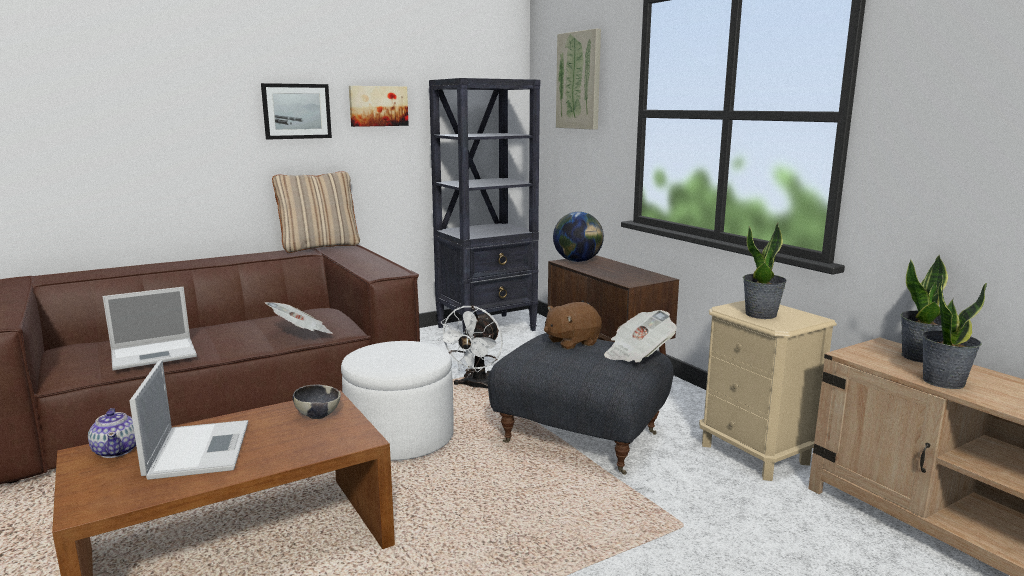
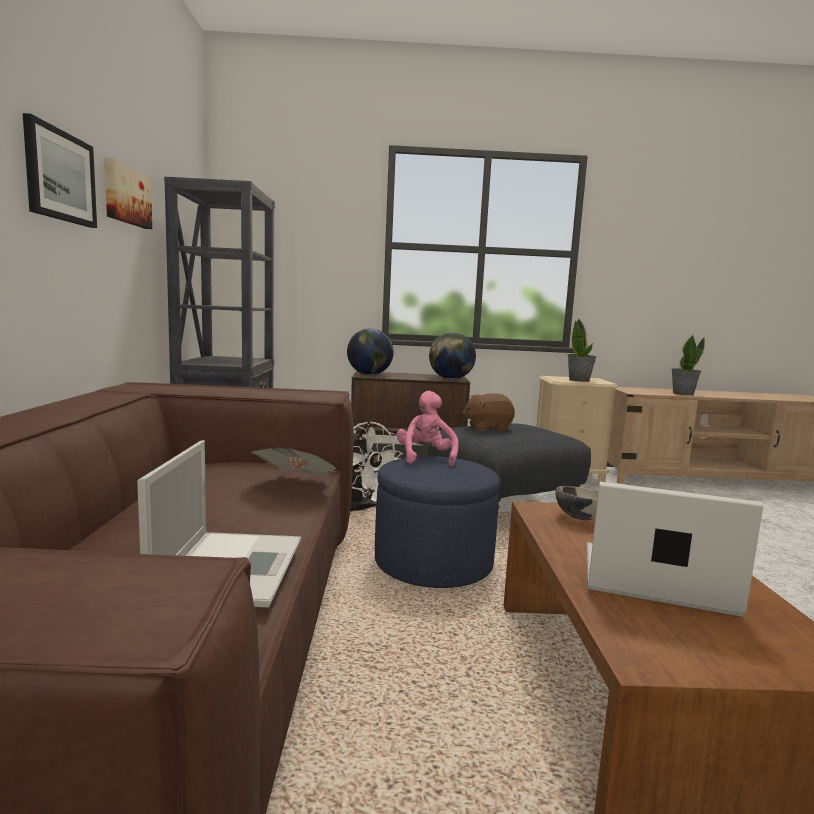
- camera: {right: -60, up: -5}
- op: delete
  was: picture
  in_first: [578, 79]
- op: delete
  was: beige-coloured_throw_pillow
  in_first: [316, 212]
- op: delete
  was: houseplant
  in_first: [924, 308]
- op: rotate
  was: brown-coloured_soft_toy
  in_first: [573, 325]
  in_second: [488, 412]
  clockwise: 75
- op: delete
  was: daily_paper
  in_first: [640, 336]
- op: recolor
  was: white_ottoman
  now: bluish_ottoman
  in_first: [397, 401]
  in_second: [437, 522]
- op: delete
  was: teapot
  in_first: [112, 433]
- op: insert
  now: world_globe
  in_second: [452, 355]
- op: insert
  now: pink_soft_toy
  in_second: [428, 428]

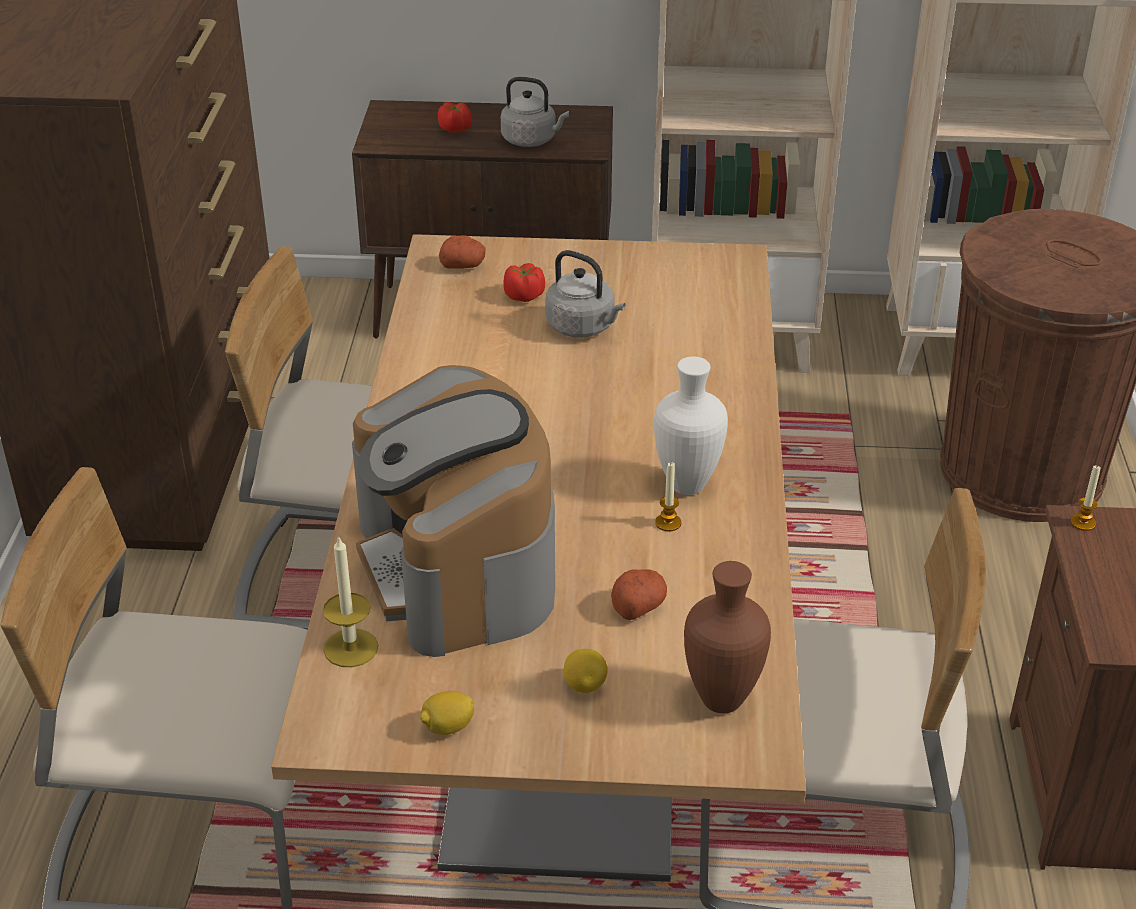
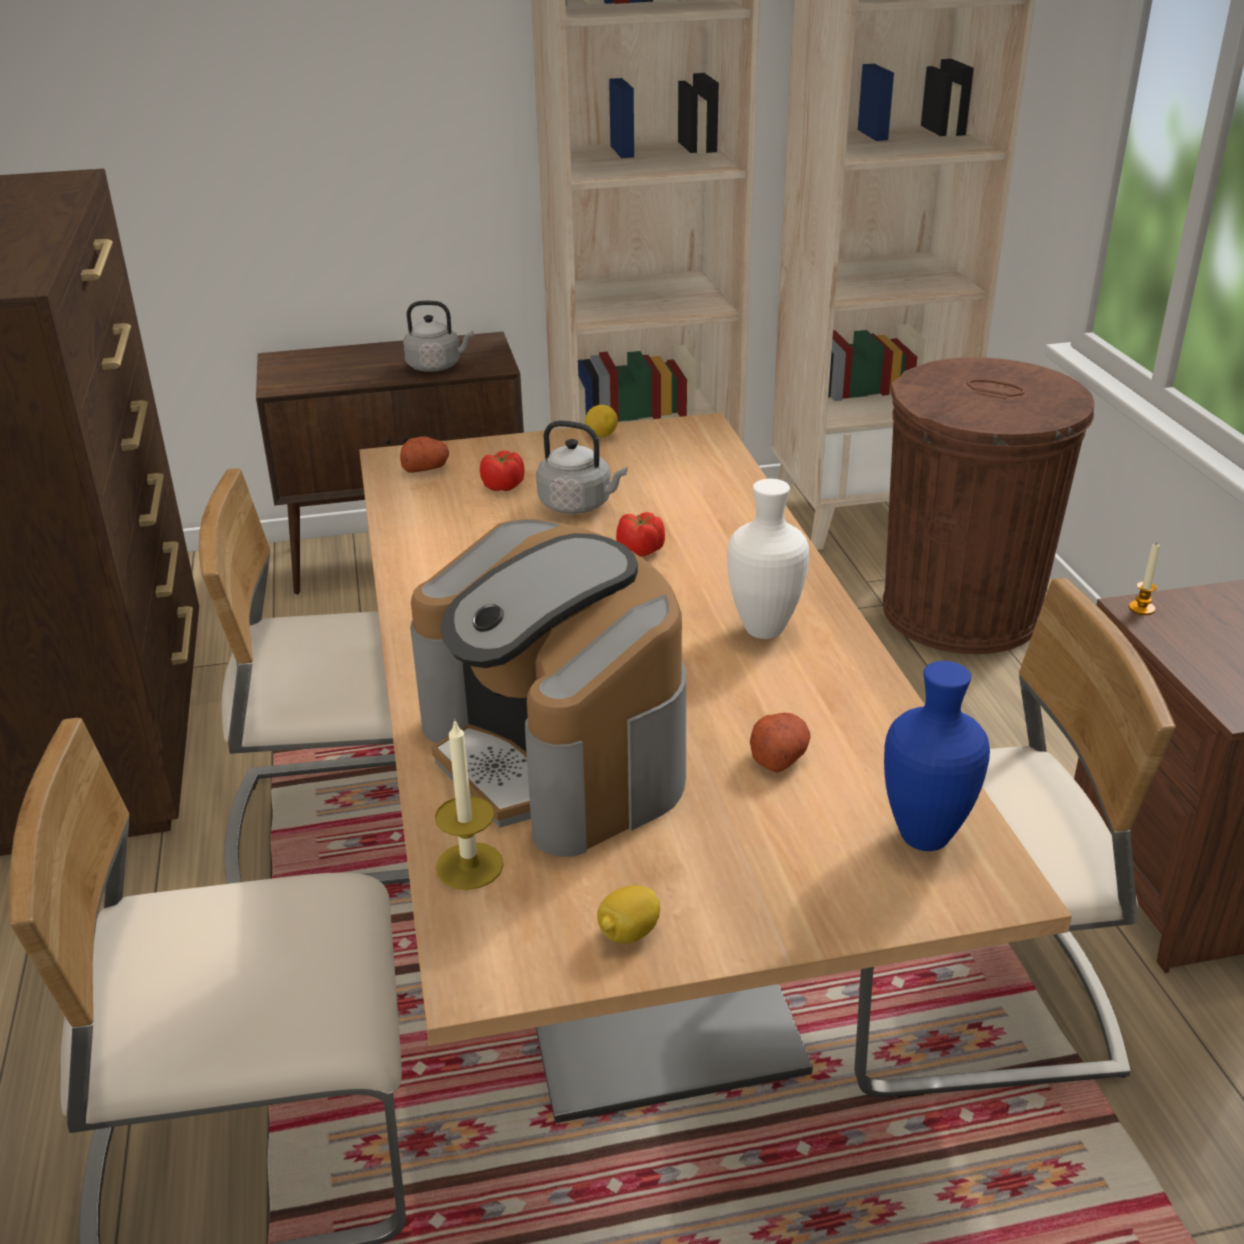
- camera: {right: -15, up: -5}
- op: move
  was: fresh_tomato
  in_first: [455, 117]
  in_second: [640, 534]
- op: delete
  was: candle
  in_first: [668, 496]
- op: recolor
  was: brown-coloured_vase
  now: bluish_vase
  in_first: [727, 637]
  in_second: [937, 756]
- op: move
  was: whole_lemon
  in_first: [586, 671]
  in_second: [601, 421]

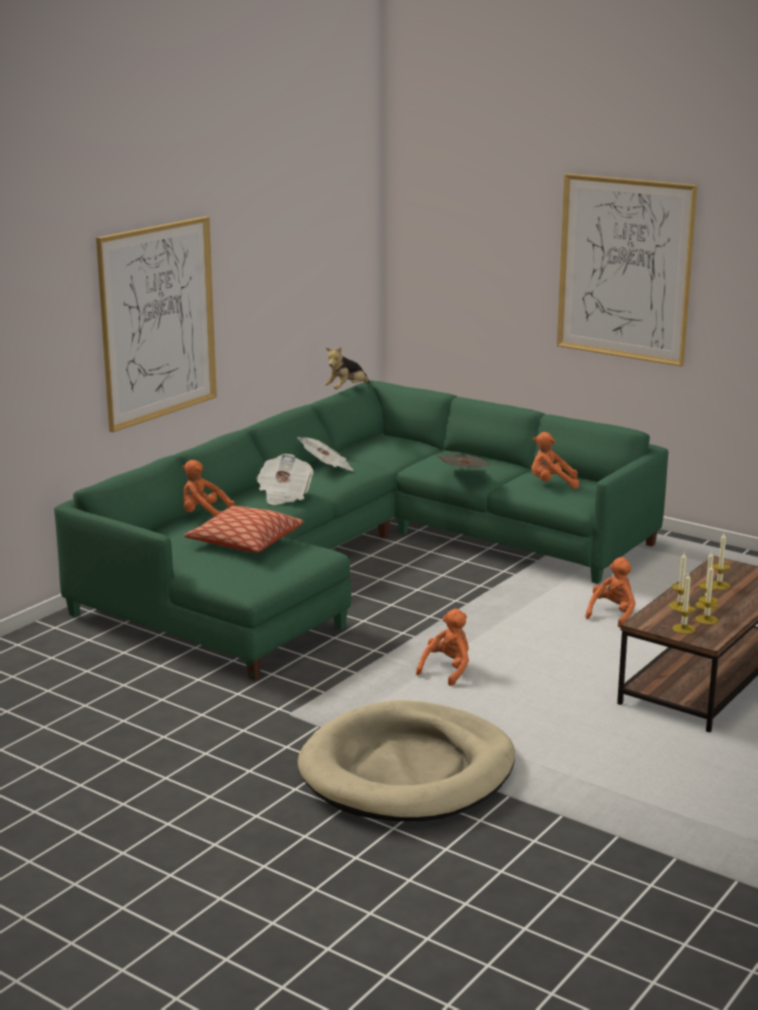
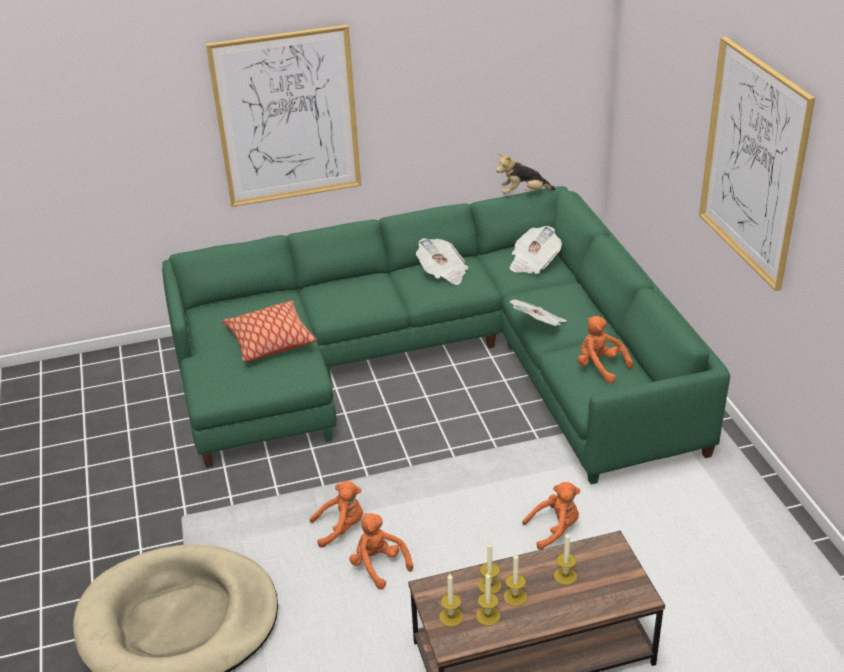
- camera: {right: 40, up: 15}
- op: move
  was: daily_paper
  in_first: [285, 479]
  in_second: [535, 250]
- op: move
  was: orangey_soft_toy
  in_first: [208, 488]
  in_second: [381, 551]

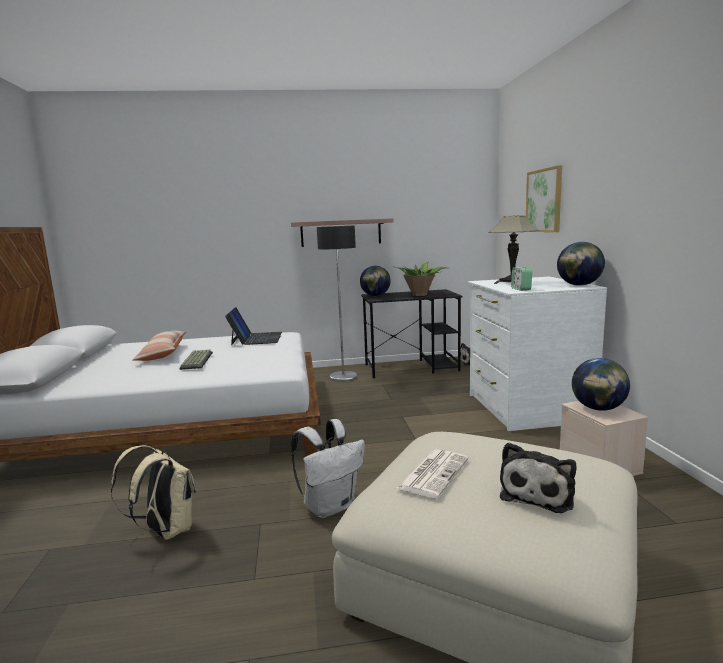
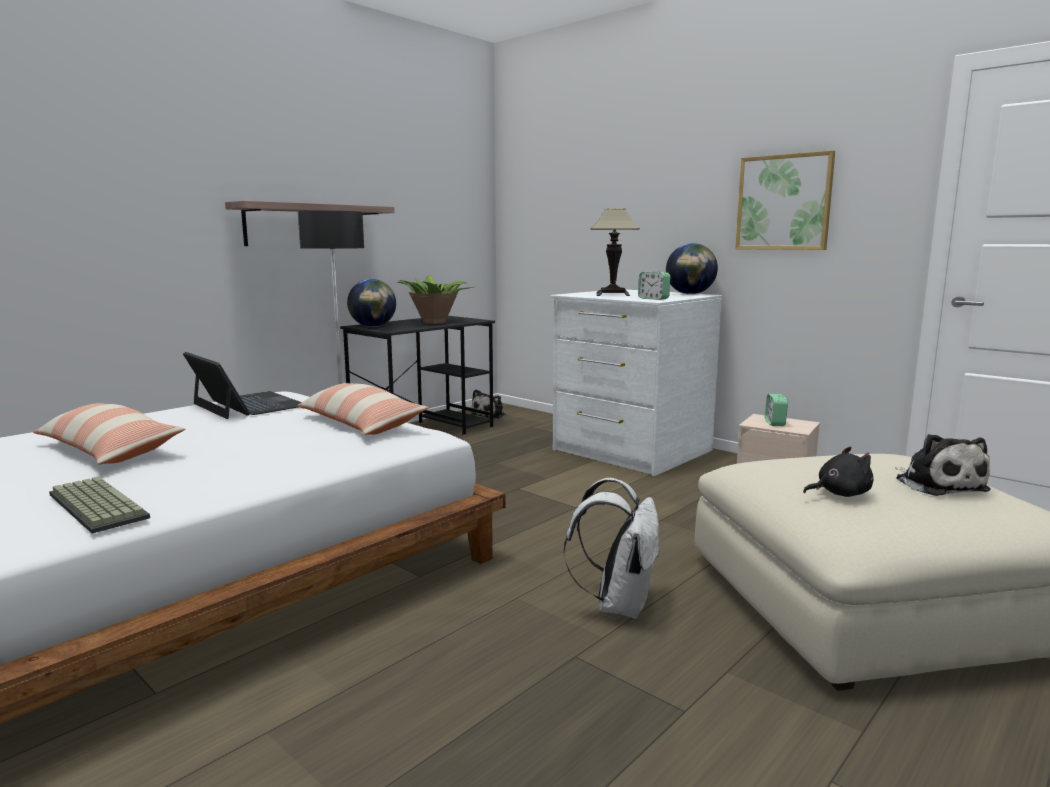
- camera: {right: -40, up: 0}
- op: move
  was: picture
  in_first: [544, 198]
  in_second: [785, 200]
- op: move
  was: keyboard
  in_first: [196, 360]
  in_second: [99, 505]
- op: replace
  was: world_globe
  now: bedside_clock
  in_first: [601, 384]
  in_second: [776, 410]
- op: delete
  was: beige-coloured_knapsack
  in_first: [153, 492]
- op: replace
  was: daily_paper
  now: blackish_soft_toy
  in_first: [432, 473]
  in_second: [838, 471]
- op: insert
  now: throw_pillow
  in_second: [363, 409]

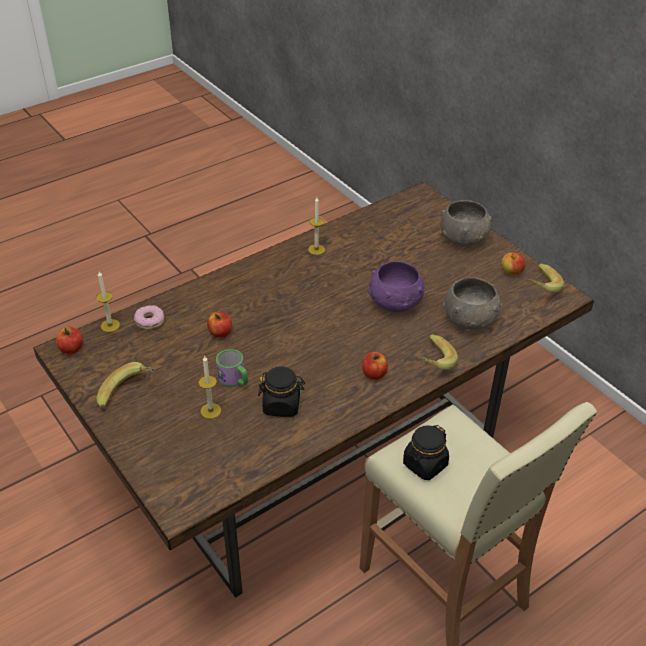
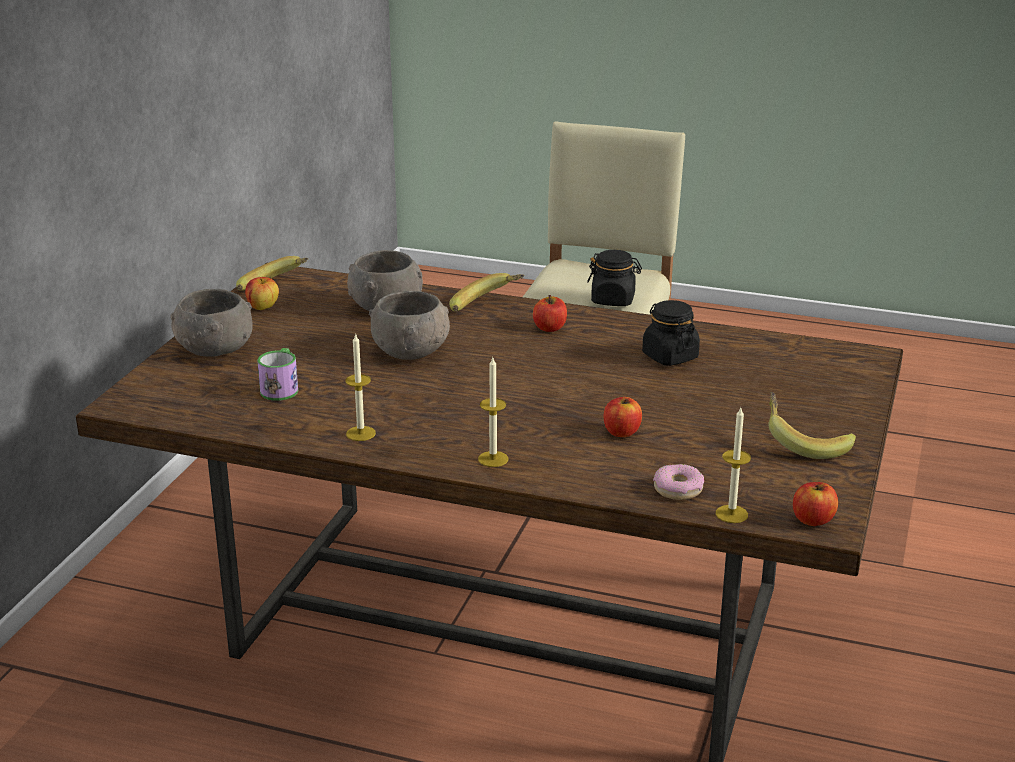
- camera: {right: -125, up: -15}
- op: recolor
  was: purple-coloured_bowl
  now: gray_bowl
  in_first: [396, 286]
  in_second: [409, 325]
- op: move
  was: mug
  in_first: [232, 368]
  in_second: [277, 374]
- op: move
  was: candle
  in_first: [209, 387]
  in_second: [493, 412]

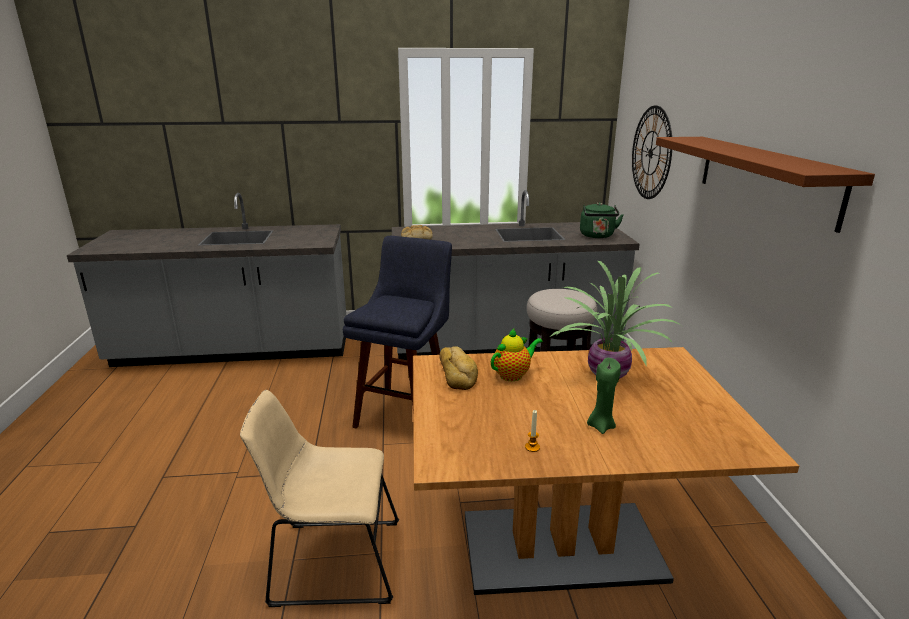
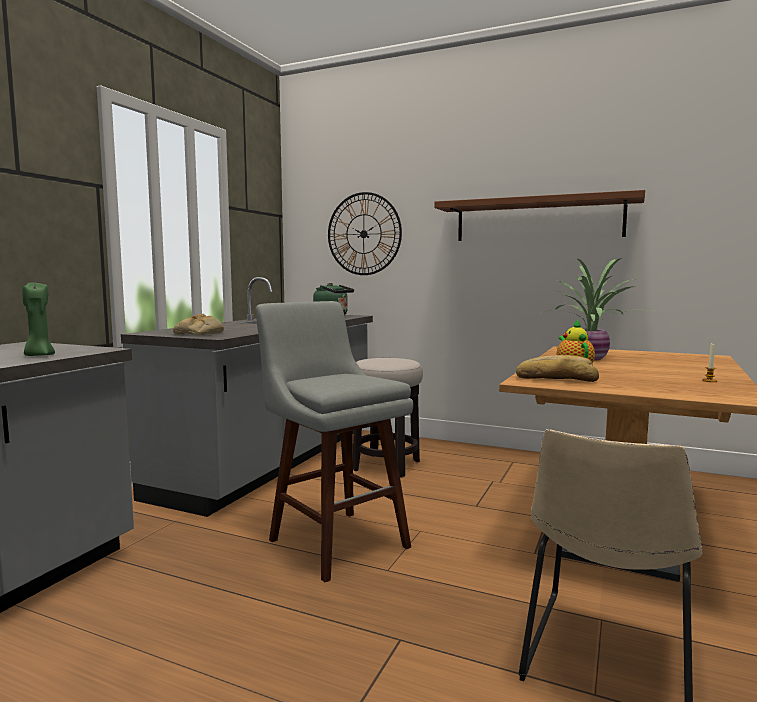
- camera: {right: -60, up: -15}
- op: recolor
  was: bluish_stool
  now: gray_stool
  in_first: [397, 332]
  in_second: [334, 441]
- op: move
  was: greenish_candle
  in_first: [604, 396]
  in_second: [38, 318]

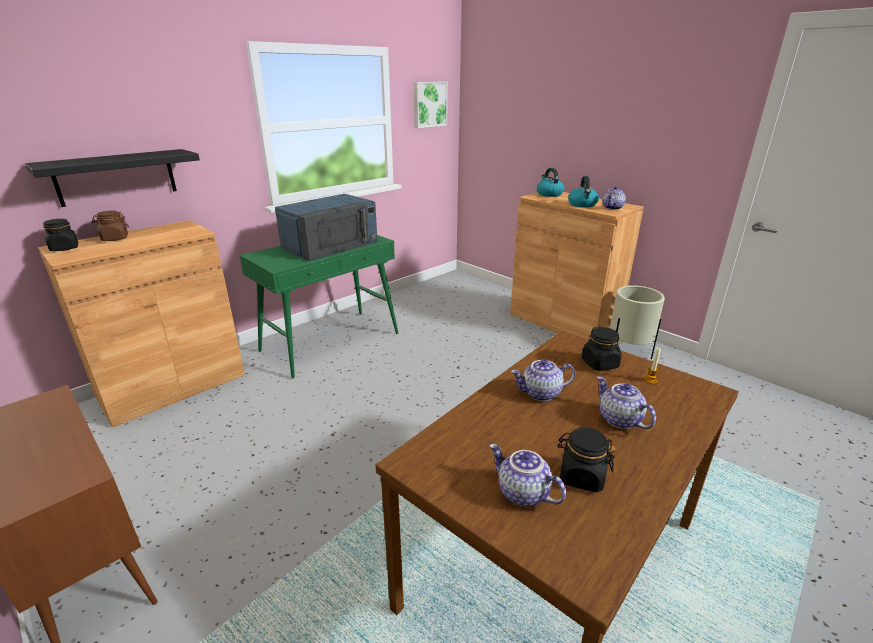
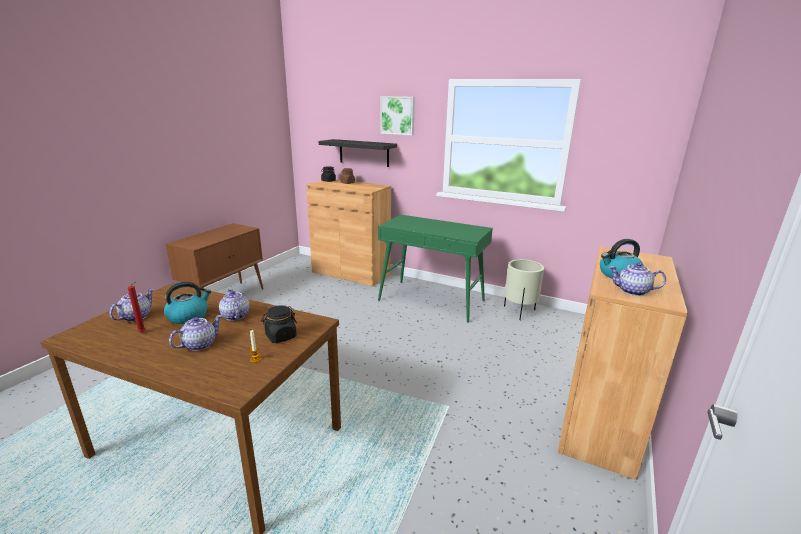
- camera: {right: 70, up: -5}
- op: move
  was: picture
  in_first: [431, 105]
  in_second: [398, 115]
- op: move
  was: tea_kettle
  in_first: [550, 182]
  in_second: [187, 303]
- op: delete
  was: bluish_kitchen_microwave
  in_first: [326, 227]
- op: move
  was: beige-coloured_flower_pot
  in_first: [637, 322]
  in_second: [524, 289]
- op: replace
  was: blackish_storage_jar
  now: red_candle
  in_first: [586, 459]
  in_second: [136, 307]

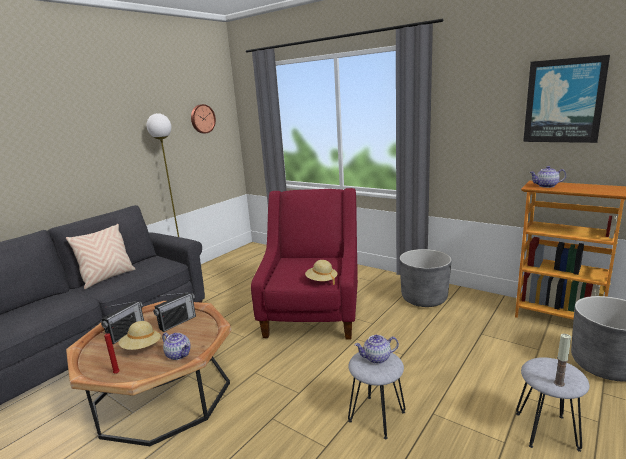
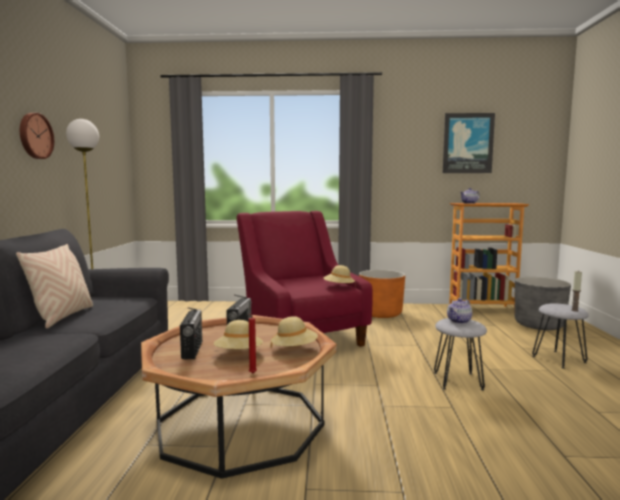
- camera: {right: -35, up: -10}
- op: move
  was: wall_clock
  in_first: [203, 118]
  in_second: [37, 136]
- op: recolor
  was: gray_flower_pot
  now: orangey_flower_pot
  in_first: [425, 278]
  in_second: [382, 294]
- op: replace
  was: teapot
  now: beige-coloured_clothing_hat
  in_first: [176, 346]
  in_second: [294, 332]

